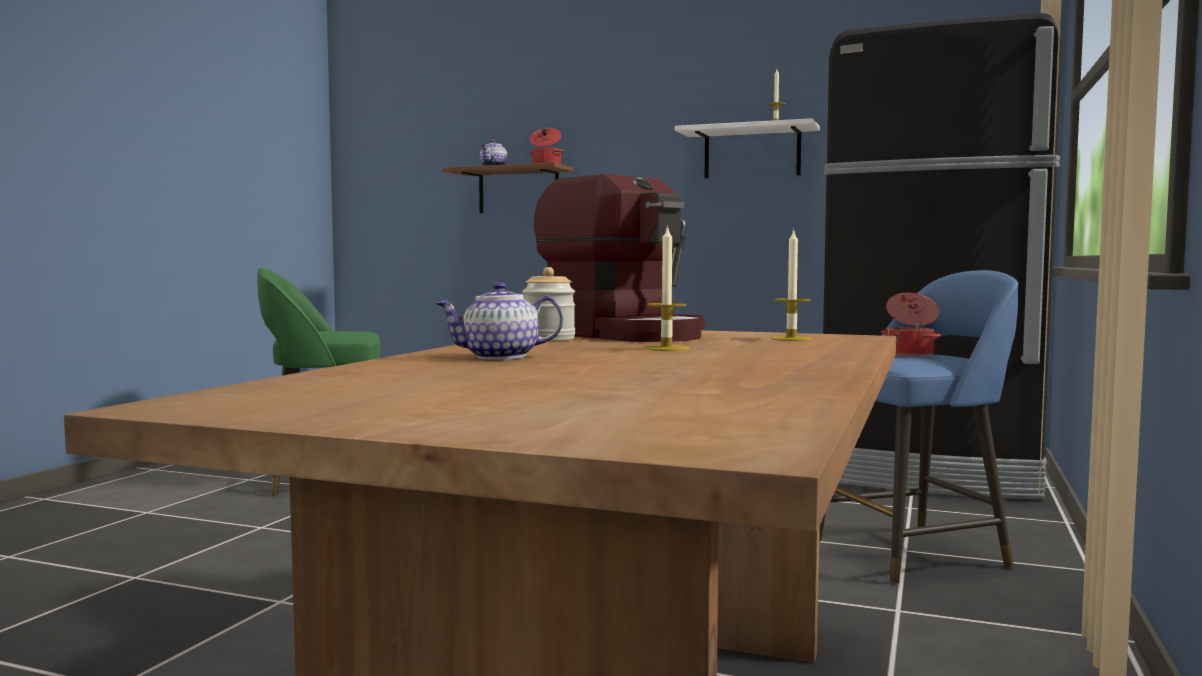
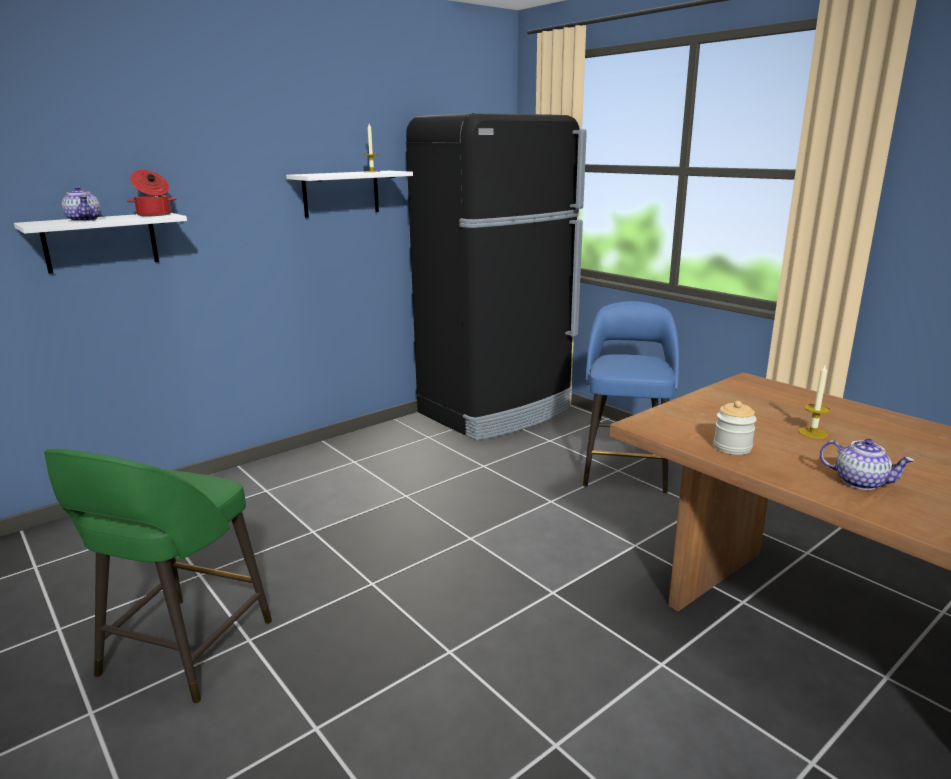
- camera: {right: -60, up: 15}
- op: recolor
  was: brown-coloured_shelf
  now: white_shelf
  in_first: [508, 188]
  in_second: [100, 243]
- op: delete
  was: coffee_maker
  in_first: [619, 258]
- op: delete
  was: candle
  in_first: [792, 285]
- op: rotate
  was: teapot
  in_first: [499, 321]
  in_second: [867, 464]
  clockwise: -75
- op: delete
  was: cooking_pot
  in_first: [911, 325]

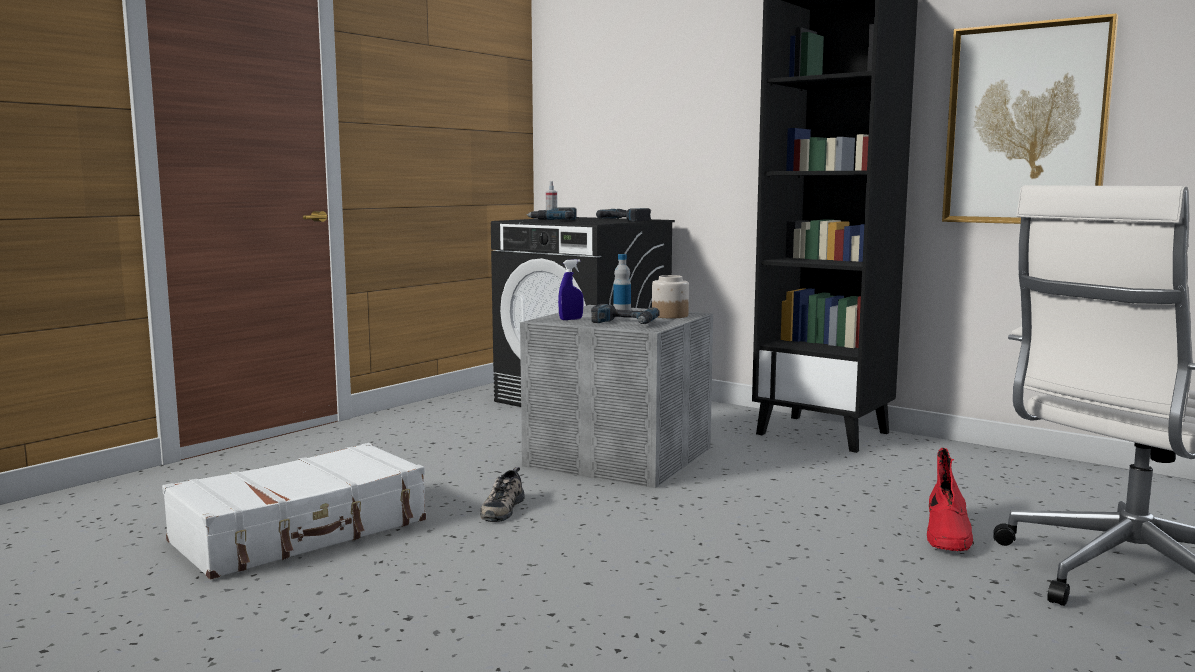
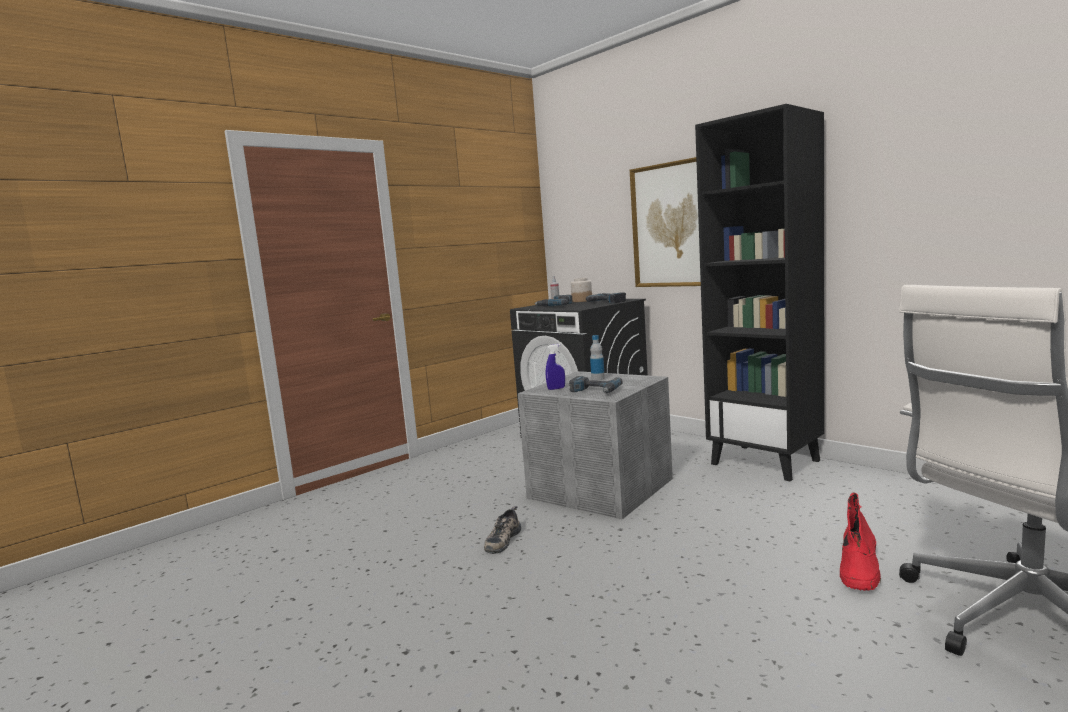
- camera: {right: 10, up: 0}
- op: move
  was: picture
  in_first: [1030, 118]
  in_second: [665, 222]
- op: move
  was: storage_jar
  in_first: [670, 296]
  in_second: [581, 290]
- op: delete
  was: white_travel_case
  in_first: [294, 511]

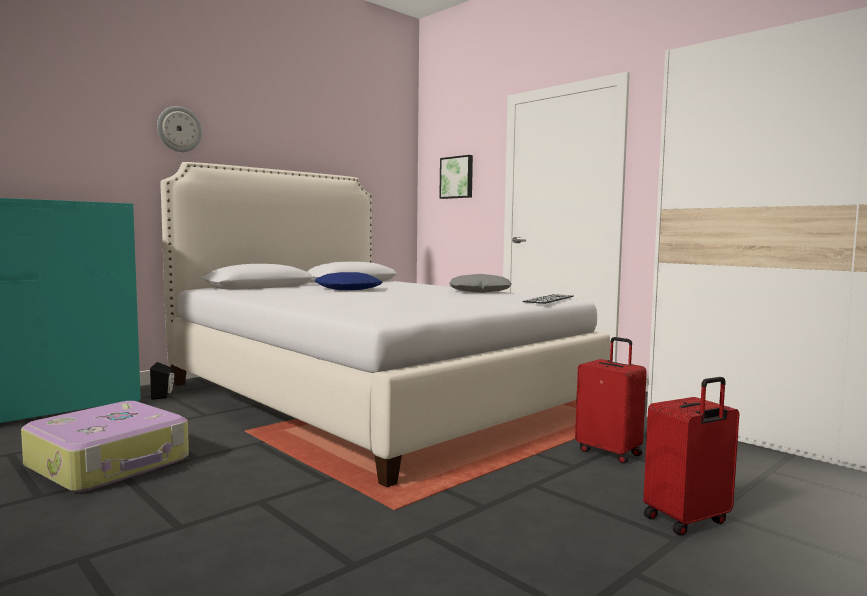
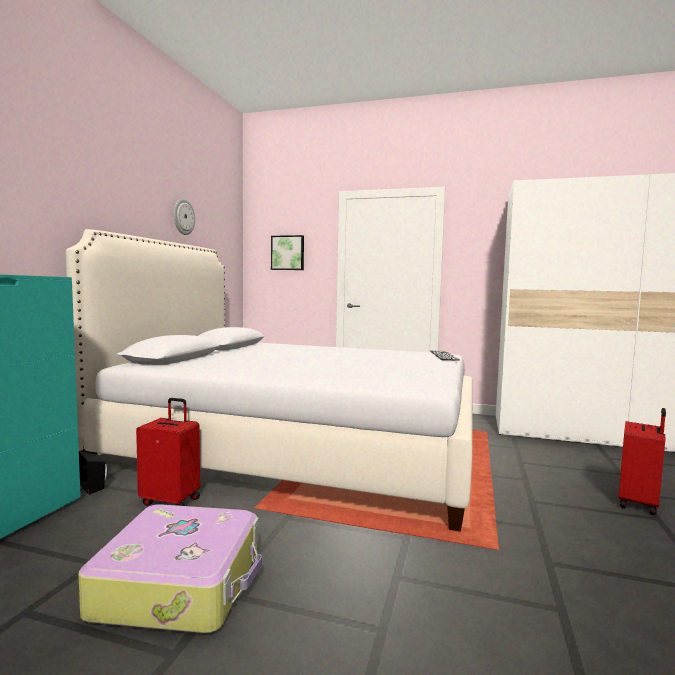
- camera: {right: -30, up: 0}
- op: move
  was: wall_clock
  in_first: [179, 129]
  in_second: [184, 216]
- op: delete
  was: bluish_throw_pillow
  in_first: [348, 281]
- op: delete
  was: gray_throw_pillow
  in_first: [480, 283]
- op: move
  was: red_travel_case
  in_first: [611, 400]
  in_second: [168, 452]

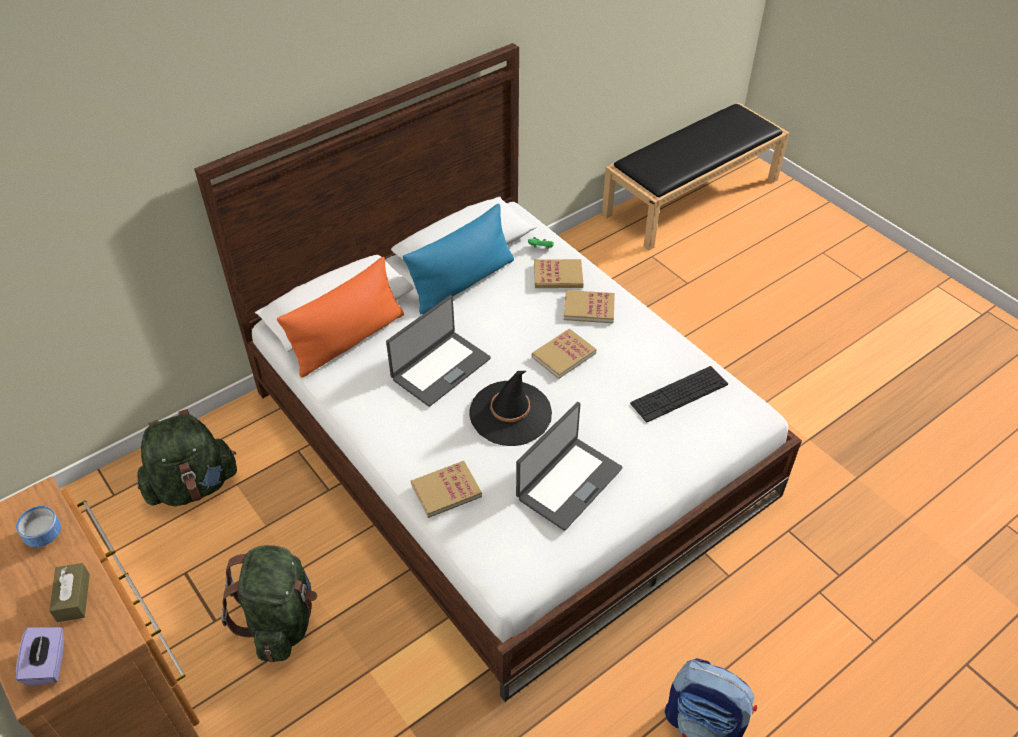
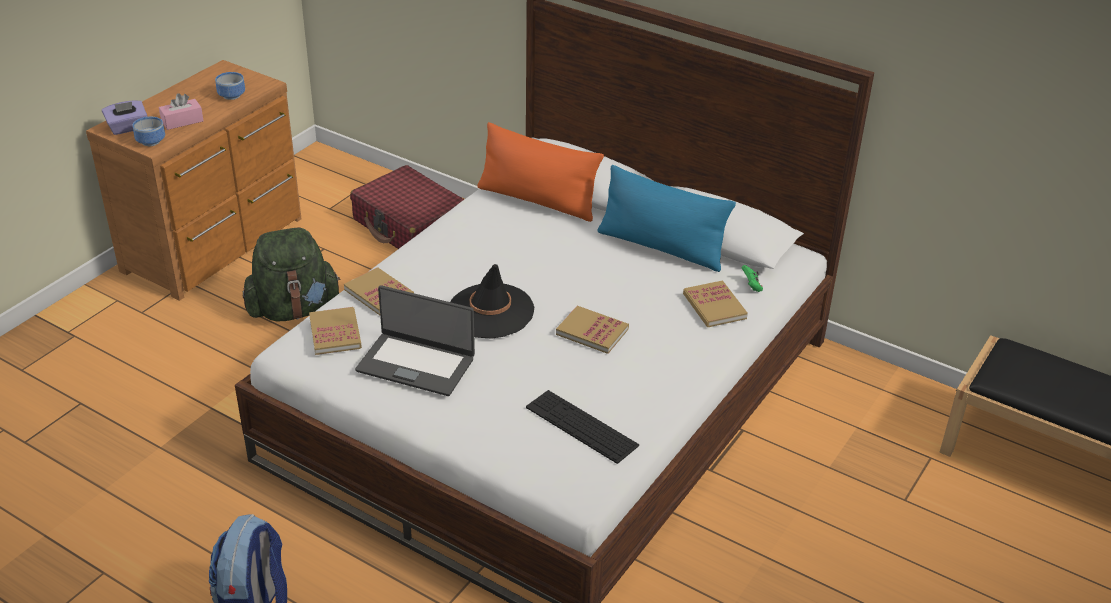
- camera: {right: 70, up: -10}
- op: move
  was: volume
  in_first: [589, 306]
  in_second: [335, 331]
- op: delete
  was: notebook_computer
  in_first: [438, 351]
- op: replace
  was: greenish_knapsack
  now: red_travel_case
  in_first: [187, 457]
  in_second: [407, 207]
- op: recolor
  was: brown-coloured_tissue_holder
  now: pink_tissue_holder
  in_first: [69, 592]
  in_second: [181, 111]
- op: insert
  now: bowl
  in_second: [148, 131]

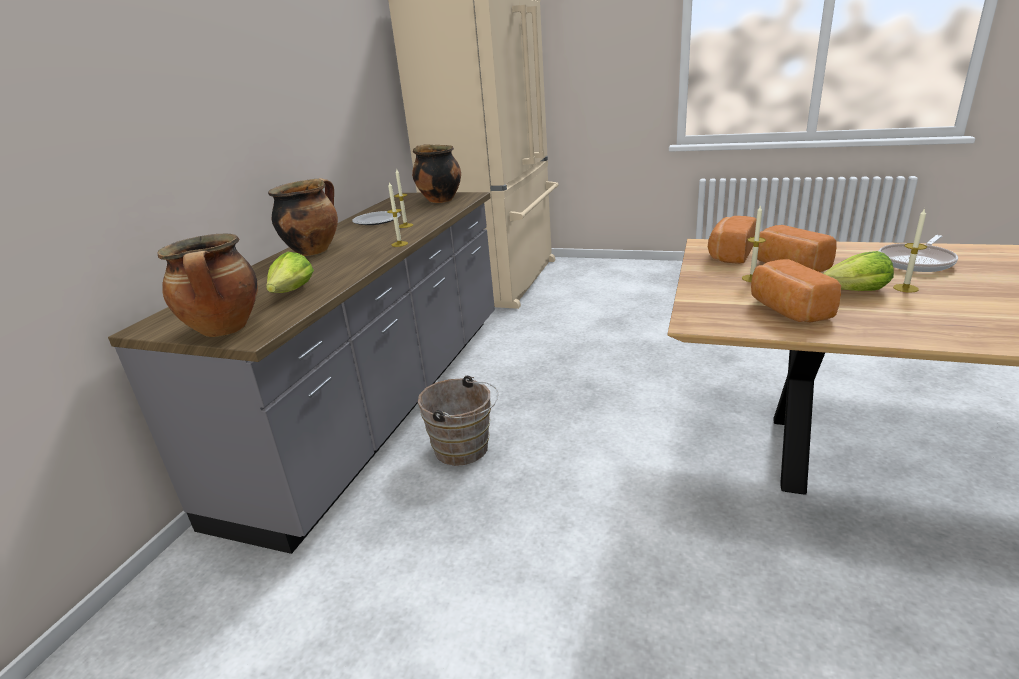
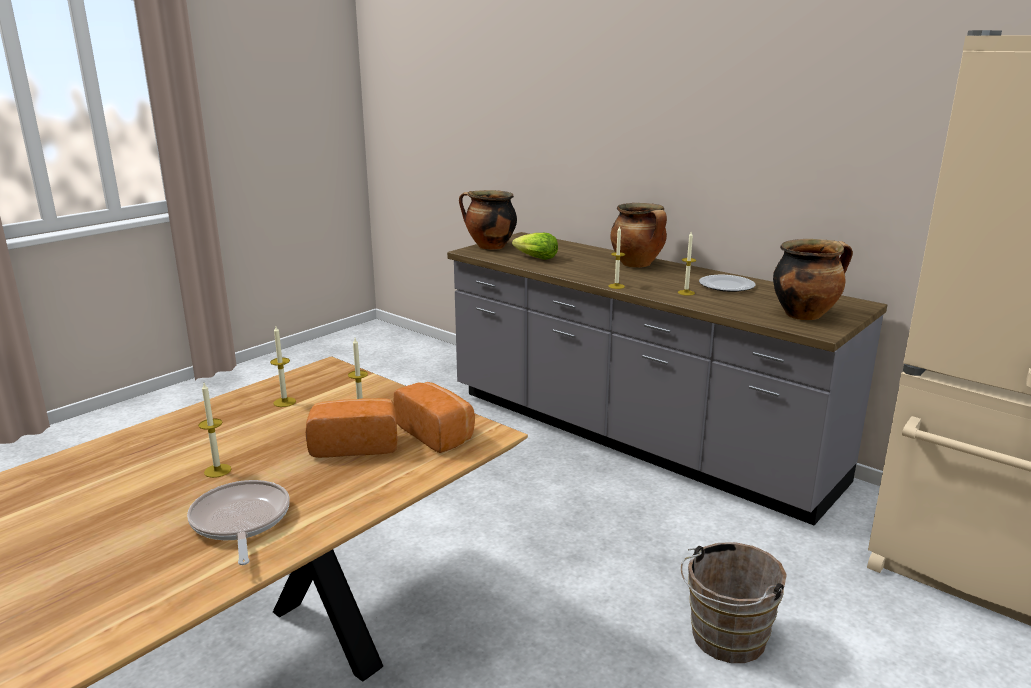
- camera: {right: 110, up: -5}
- op: delete
  was: lettuce
  in_first: [858, 271]
- op: replace
  was: bakery_bread
  now: candle
  in_first: [796, 290]
  in_second: [283, 366]
- op: move
  was: brown-coloured_pail
  in_first: [458, 421]
  in_second: [734, 602]

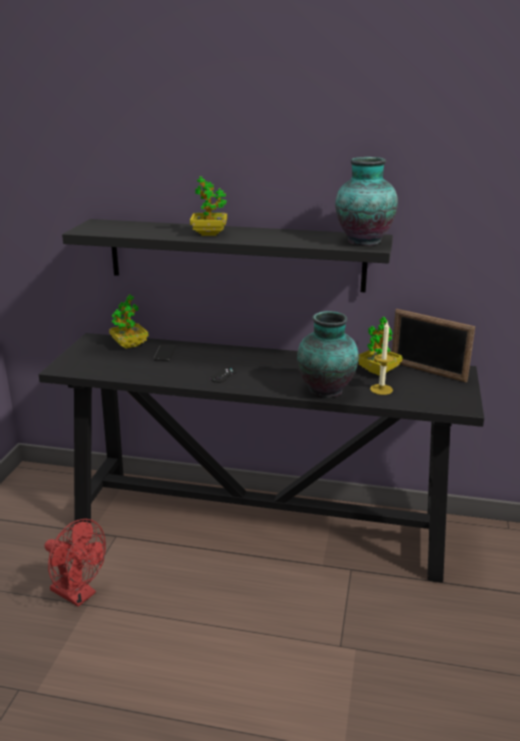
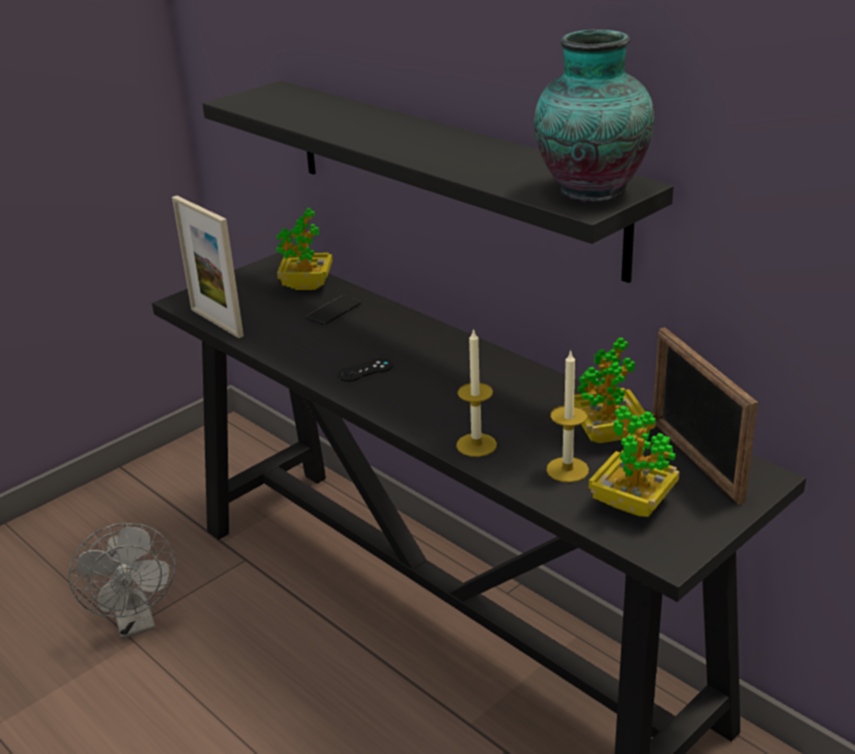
- camera: {right: 35, up: 5}
- op: move
  was: houseplant
  in_first: [208, 206]
  in_second: [634, 461]
- op: replace
  was: vase
  now: candle
  in_first: [328, 354]
  in_second: [476, 392]
- op: recolor
  was: red_fan
  now: gray_fan
  in_first: [75, 563]
  in_second: [122, 581]
- op: insert
  now: photo_frame
  in_second: [208, 267]

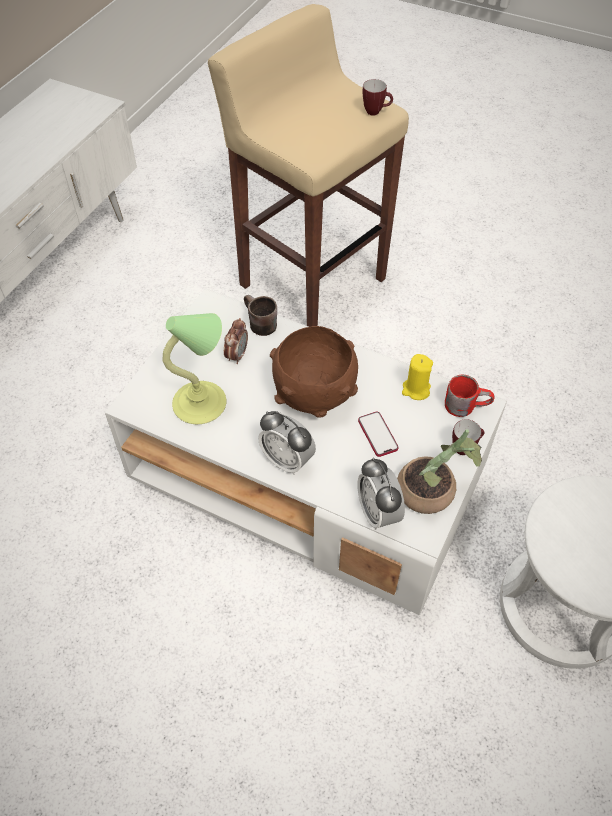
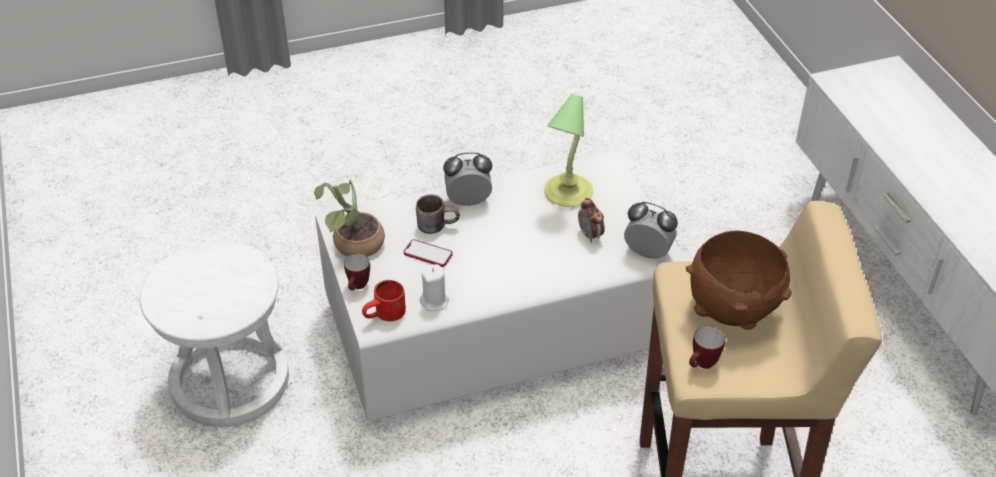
- camera: {right: 135, up: -10}
- op: move
  was: brown-coloured_mug
  in_first: [260, 315]
  in_second: [438, 214]
- op: move
  was: brown-coloured_bowl
  in_first: [314, 372]
  in_second: [738, 280]
- op: recolor
  was: yellowish_candle
  now: white_candle
  in_first: [417, 377]
  in_second: [434, 287]
- op: move
  was: bedside_clock
  in_first: [381, 493]
  in_second: [651, 230]

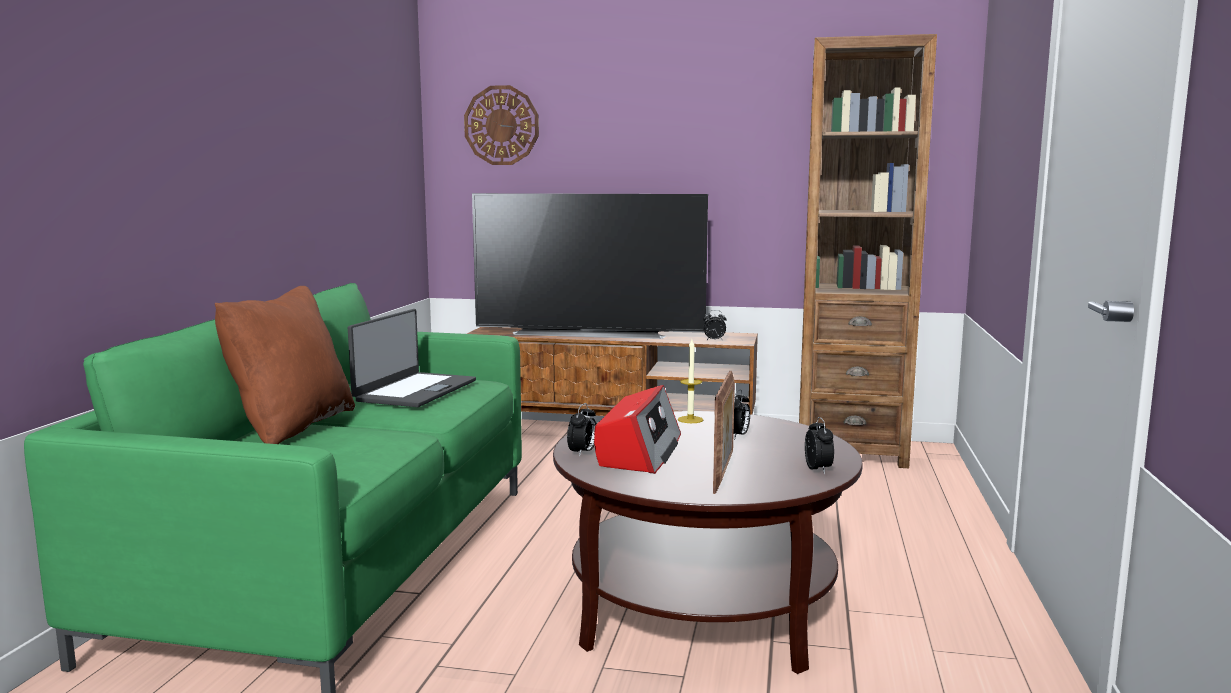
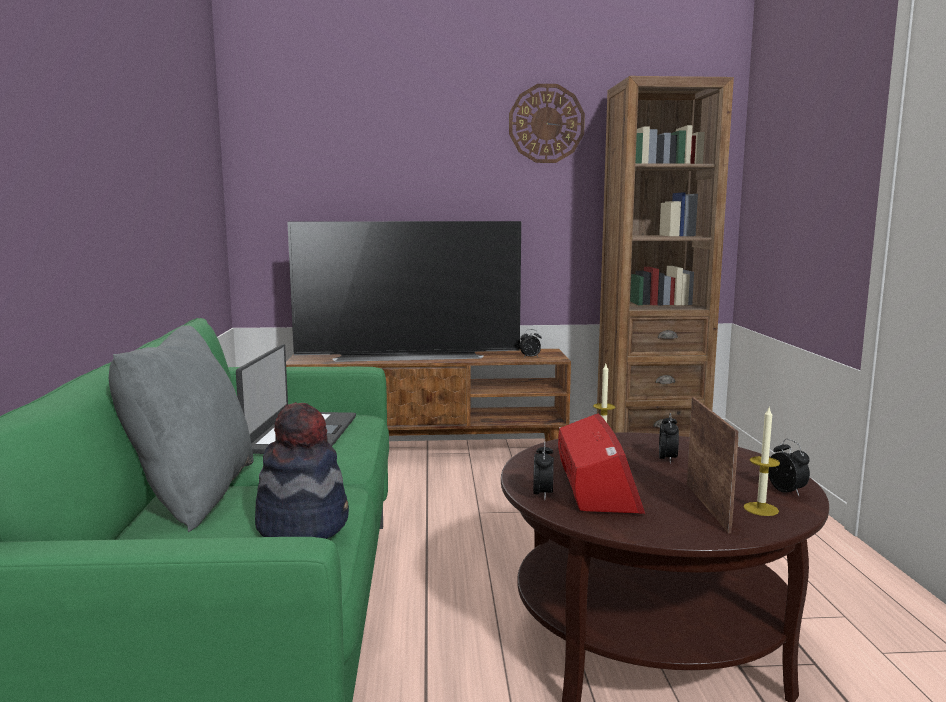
- camera: {right: -15, up: 0}
- op: move
  was: wall_clock
  in_first: [501, 125]
  in_second: [547, 123]
- op: recolor
  was: brown-coloured_throw_pillow
  now: gray_throw_pillow
  in_first: [285, 365]
  in_second: [181, 429]
- op: insert
  now: clothing_hat
  in_second: [302, 470]
- op: insert
  now: candle
  in_second: [762, 462]

